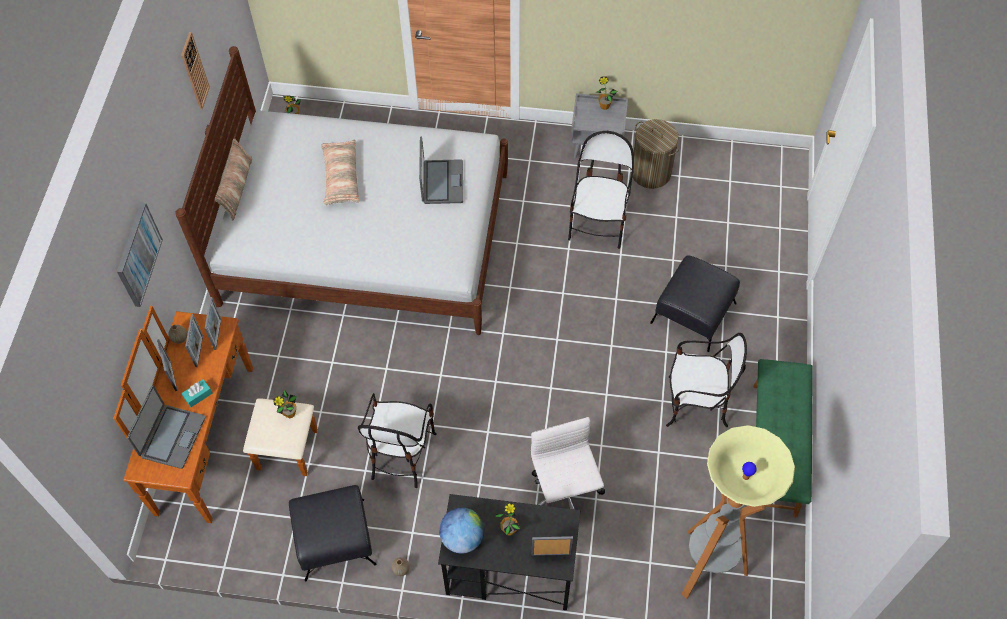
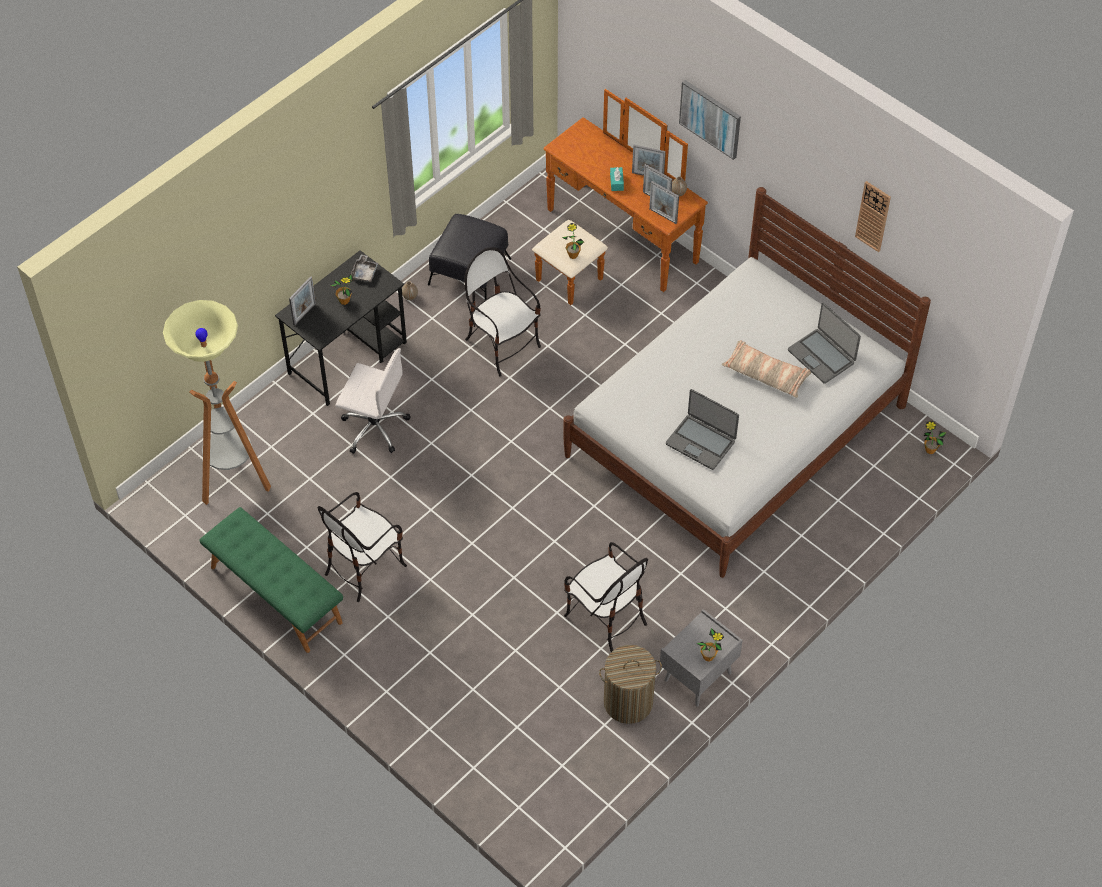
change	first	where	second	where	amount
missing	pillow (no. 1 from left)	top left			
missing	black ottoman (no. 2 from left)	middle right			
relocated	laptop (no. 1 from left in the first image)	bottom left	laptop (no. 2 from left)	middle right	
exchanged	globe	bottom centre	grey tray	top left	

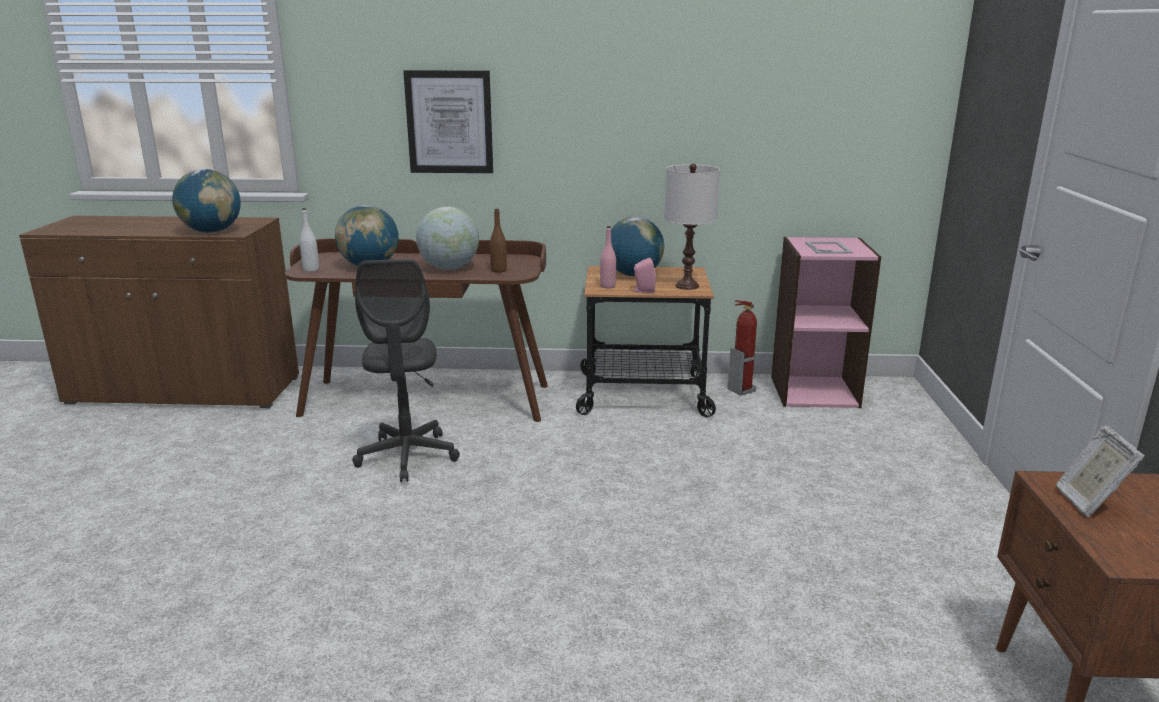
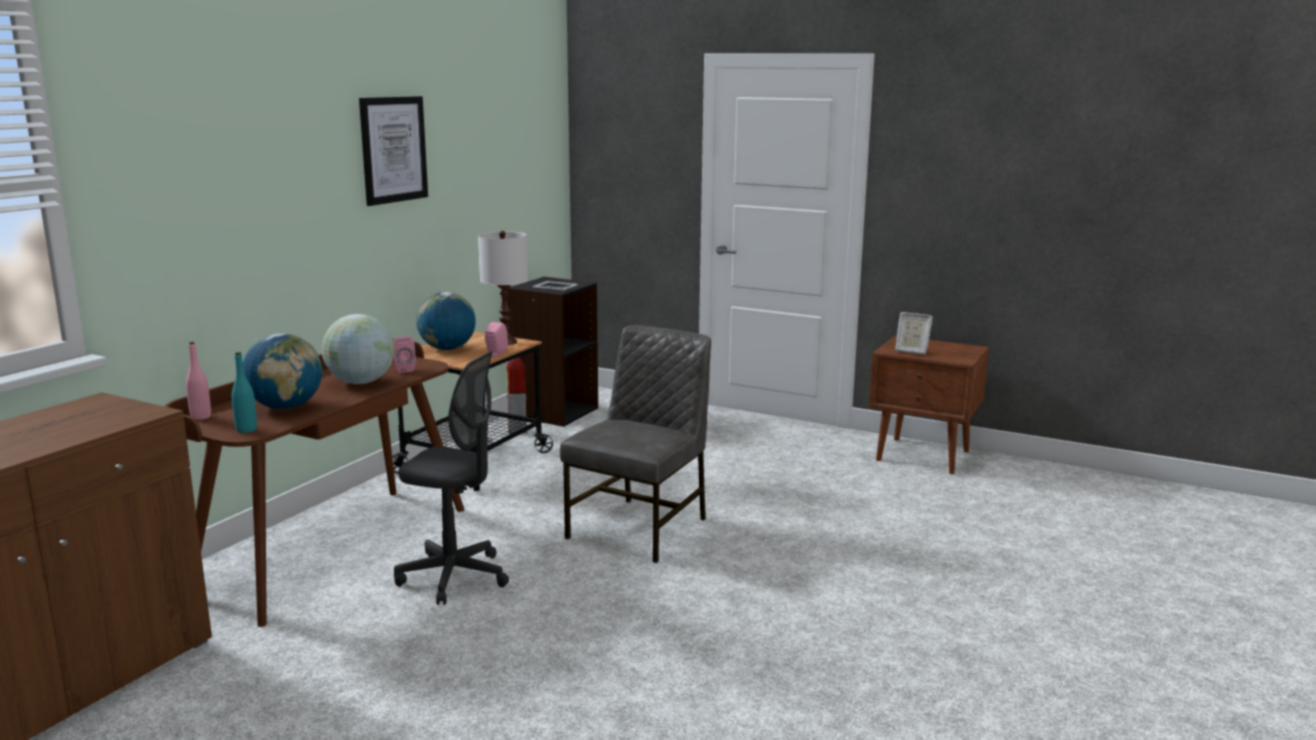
change	first	where	second	where	amount
relocated	picture	top centre		top left	
missing	globe (no. 1 from left)	top left			
colour	white bottle	middle left	turquoise bottle	middle left	
exchanged	brown bottle	centre	pink speaker (no. 1 from left)	middle left	
relocated	pink bottle	centre		middle left	
colour	pink bookcase	middle right	black bookcase	centre	
appeared			grey chair	centre	

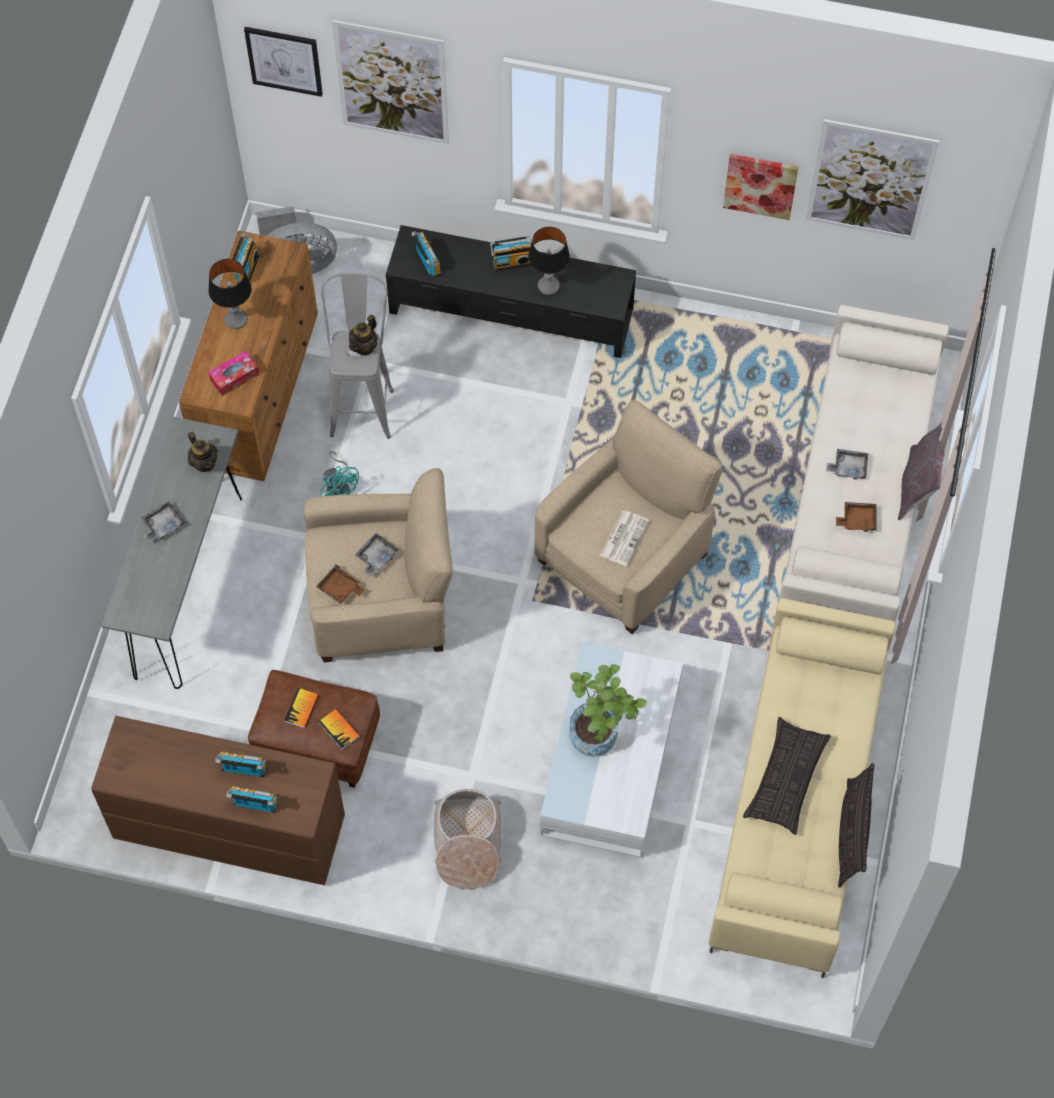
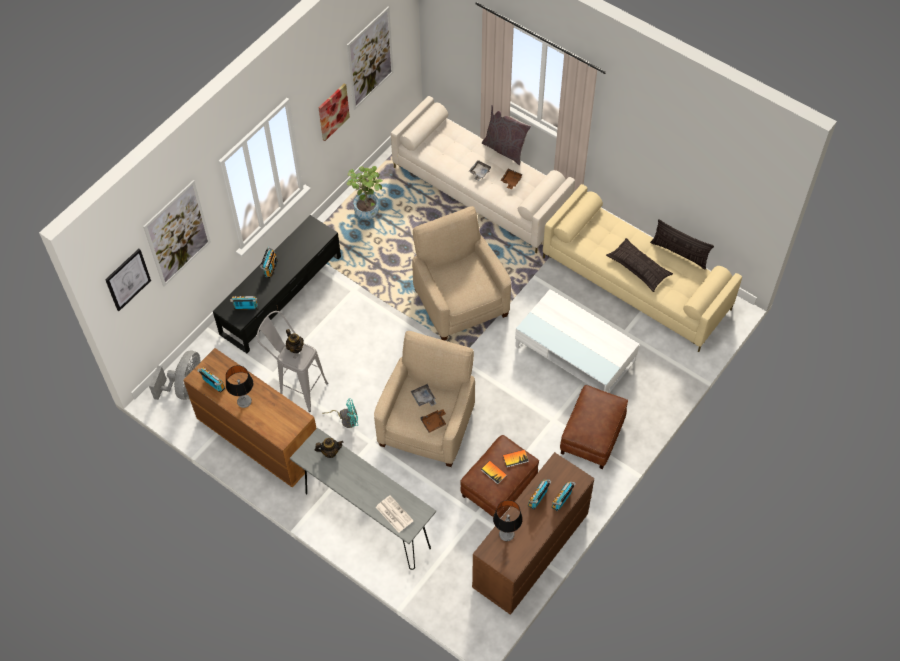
change	first	where	second	where	amount
relocated	table lamp (no. 2 from left)	top centre		bottom centre	
missing	tissue box	middle left			
missing	grey tray (no. 1 from left)	middle left			
relocated	newspaper	centre		bottom centre	
relocated	potted plant	centre		top centre	
exchanged	basket	bottom centre	brown ottoman (no. 2 from left)	centre	

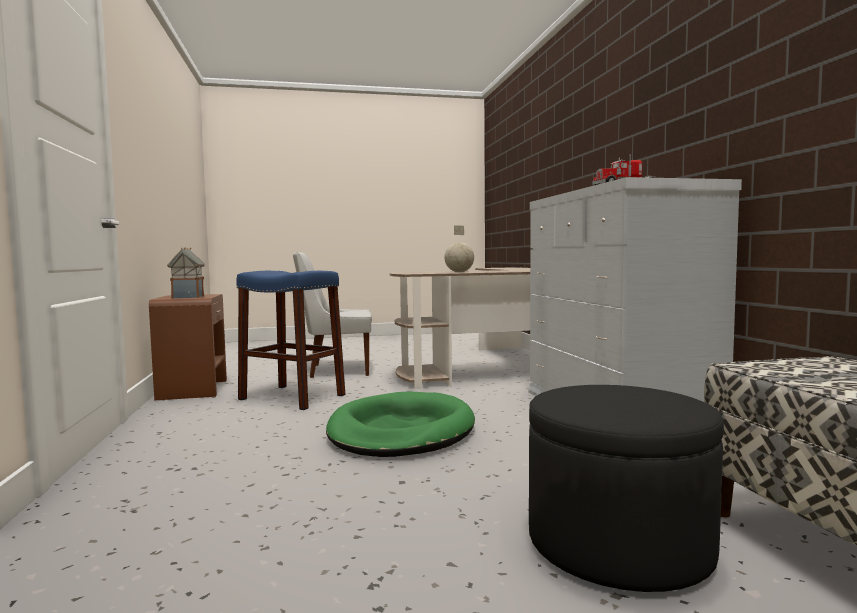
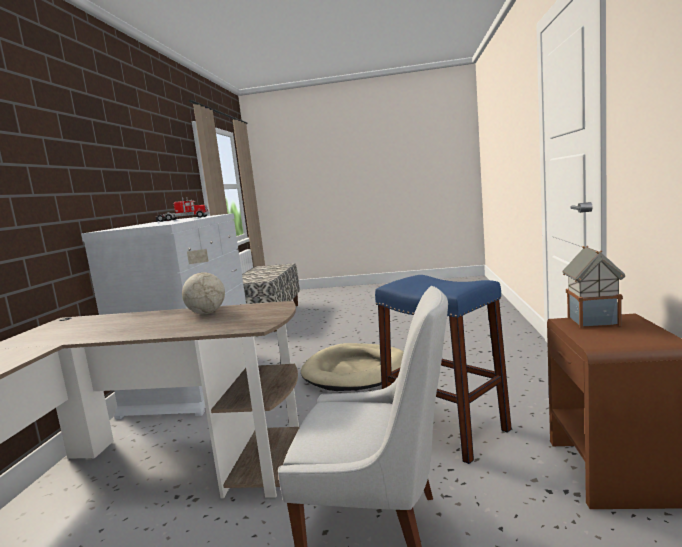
change	first	where	second	where	amount
missing	black ottoman	bottom right			
colour	green dog bed	bottom centre	beige dog bed	bottom centre	

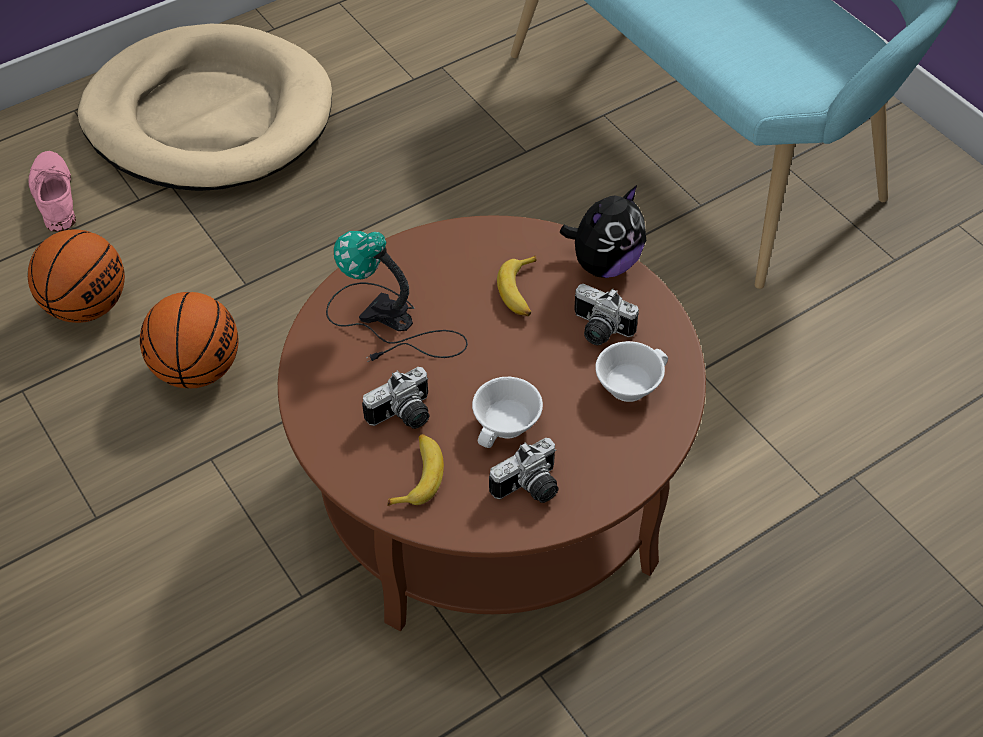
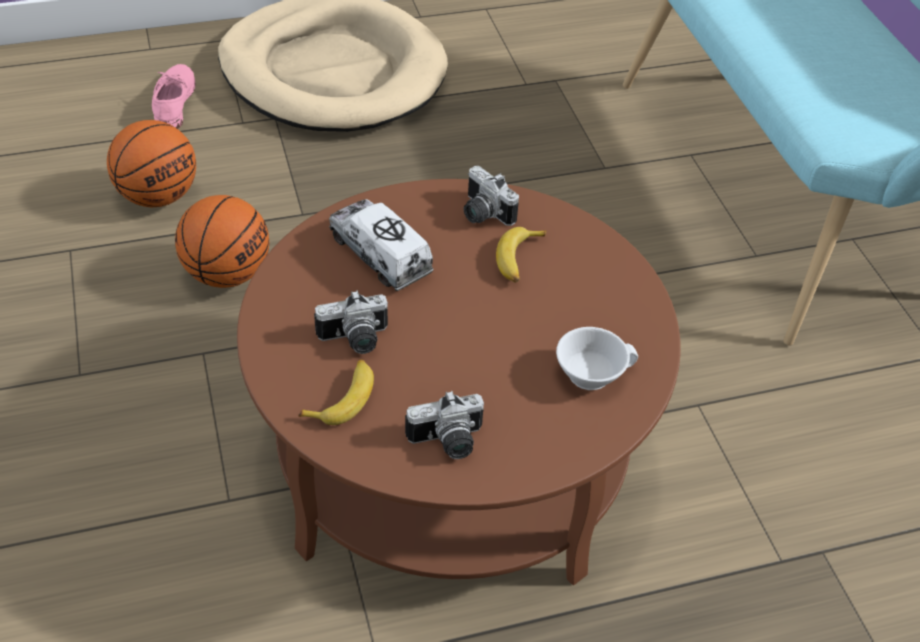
change	first	where	second	where	amount
missing	plush toy	top centre			
exchanged	table lamp	centre	toy truck	centre	
relocated	photo camera (no. 3 from left)	centre		top centre	
missing	white cup (no. 1 from left)	centre			

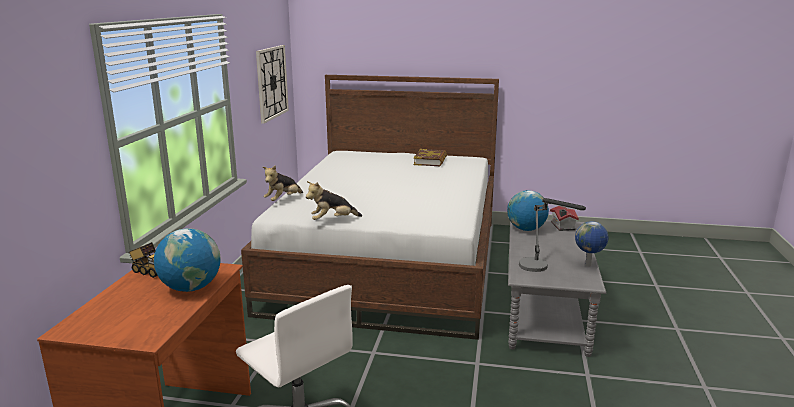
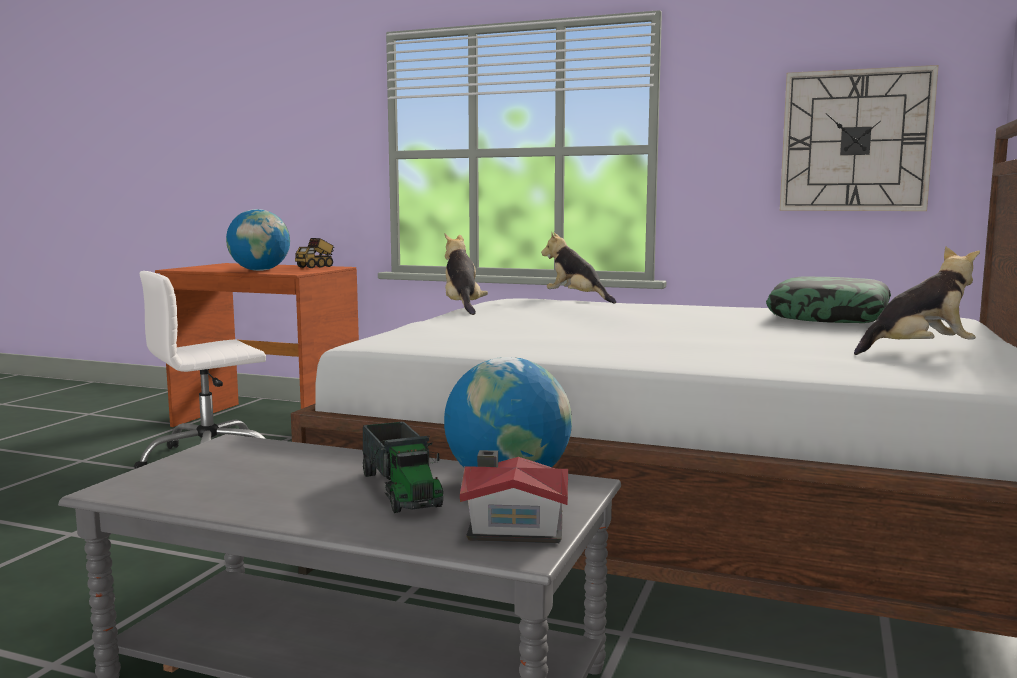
change	first	where	second	where	amount
exchanged	book	centre	plush toy (no. 3 from left)	middle right	
missing	table lamp	middle right			
missing	globe (no. 3 from left)	middle right			
appeared			pillow	middle right	
appeared			toy truck (no. 2 from left)	bottom centre	

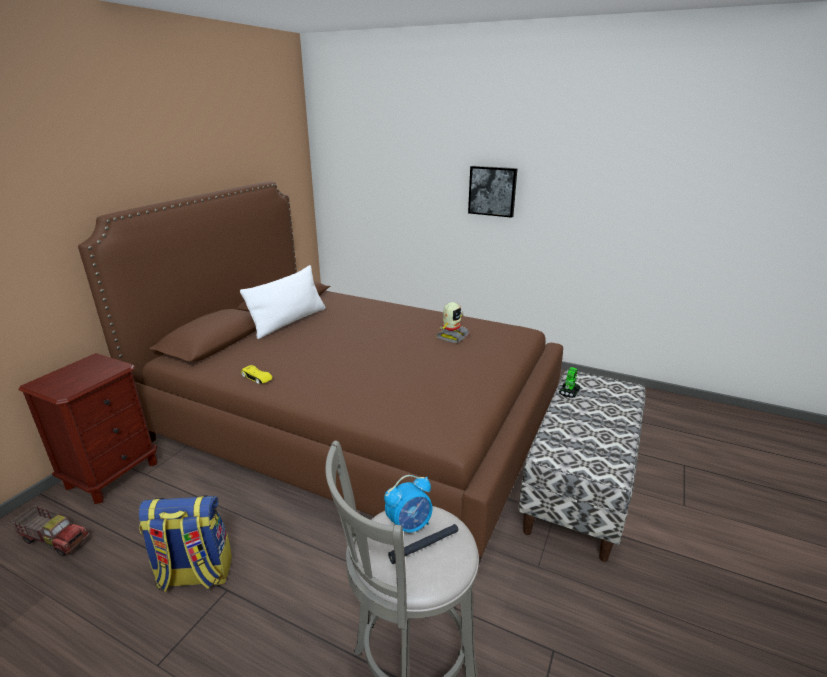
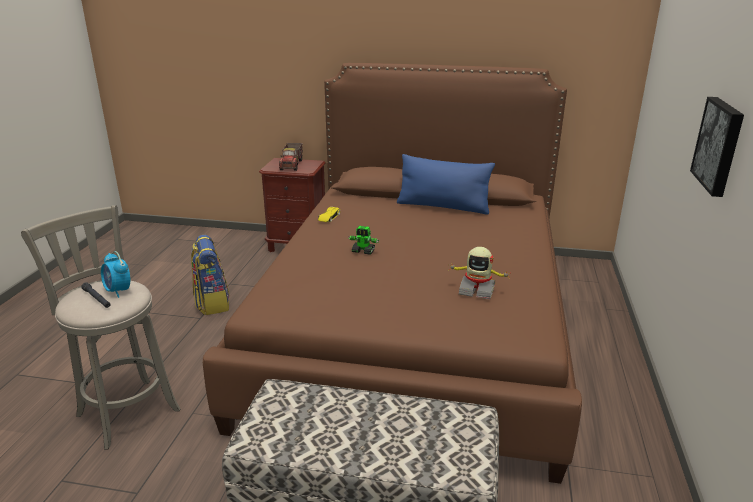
change	first	where	second	where	amount
colour	white pillow	centre	blue pillow	centre	
relocated	toy robot (no. 2 from left in the first image)	middle right	toy robot (no. 1 from left)	centre	
relocated	toy truck	bottom left		top centre	

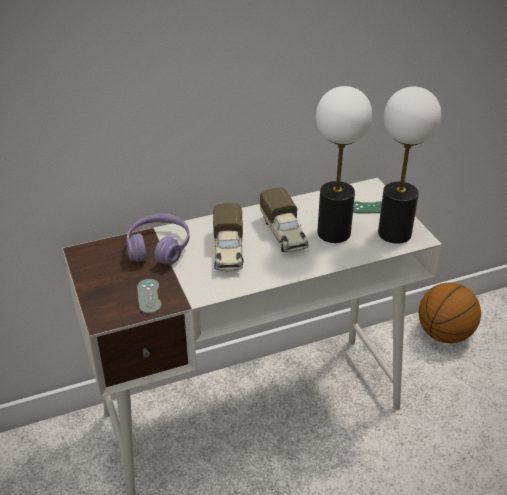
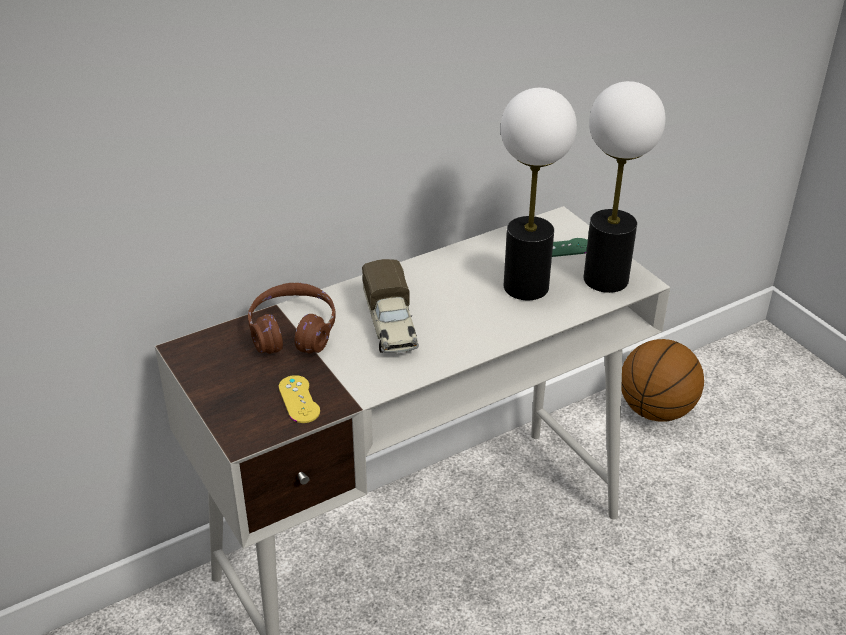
change	first	where	second	where	amount
missing	toy truck (no. 2 from left)	centre			
colour	purple headphones	middle left	brown headphones	centre	
colour	grey game controller	middle left	yellow game controller	centre	

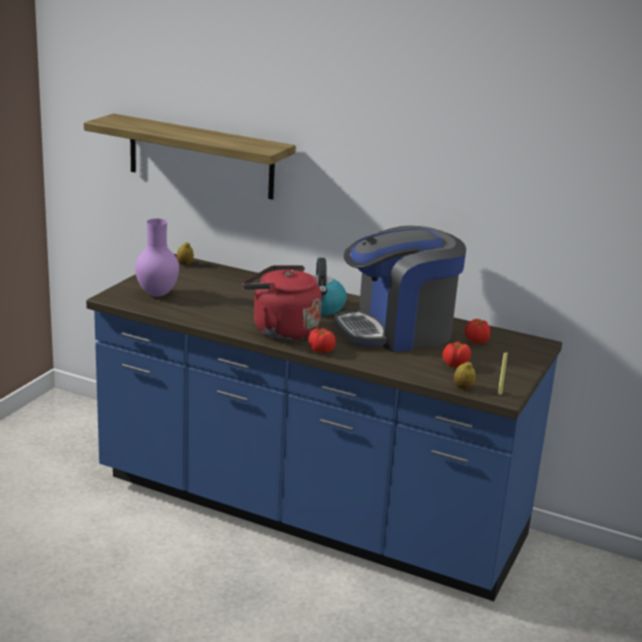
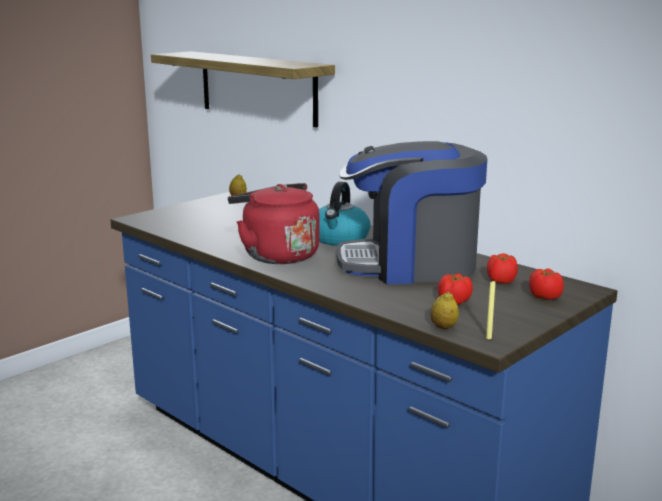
change	first	where	second	where	amount
missing	purple vase	middle left			
relocated	tomato (no. 1 from left in the first image)	centre	tomato (no. 3 from left)	middle right	

